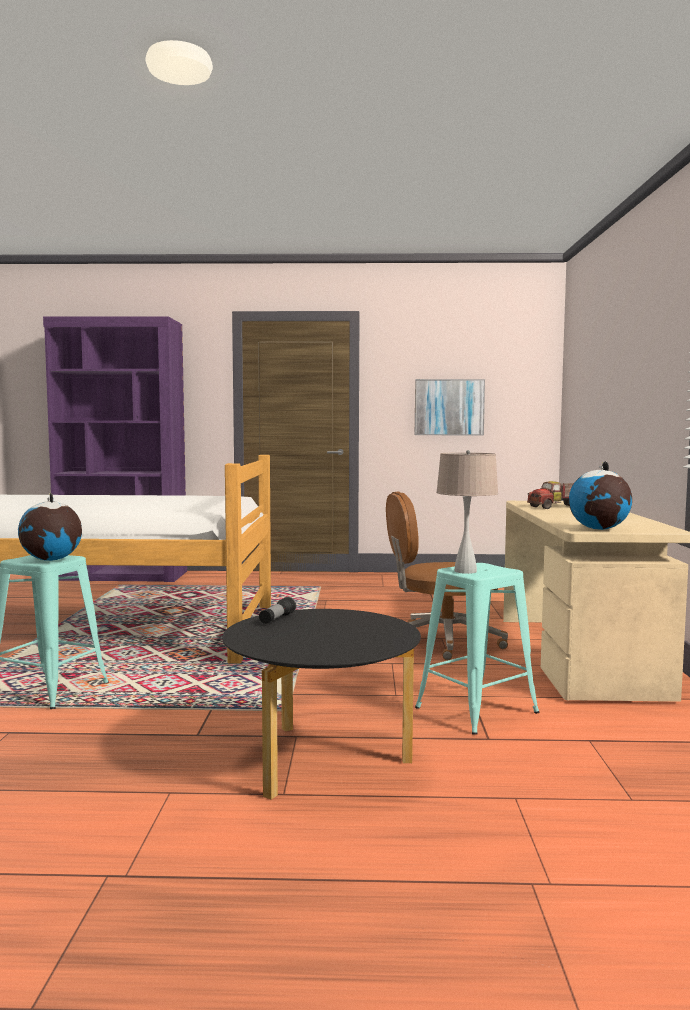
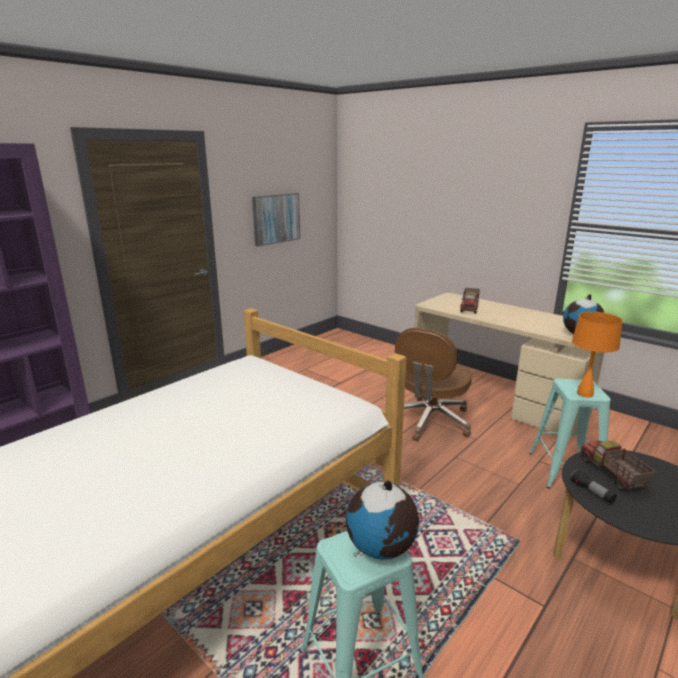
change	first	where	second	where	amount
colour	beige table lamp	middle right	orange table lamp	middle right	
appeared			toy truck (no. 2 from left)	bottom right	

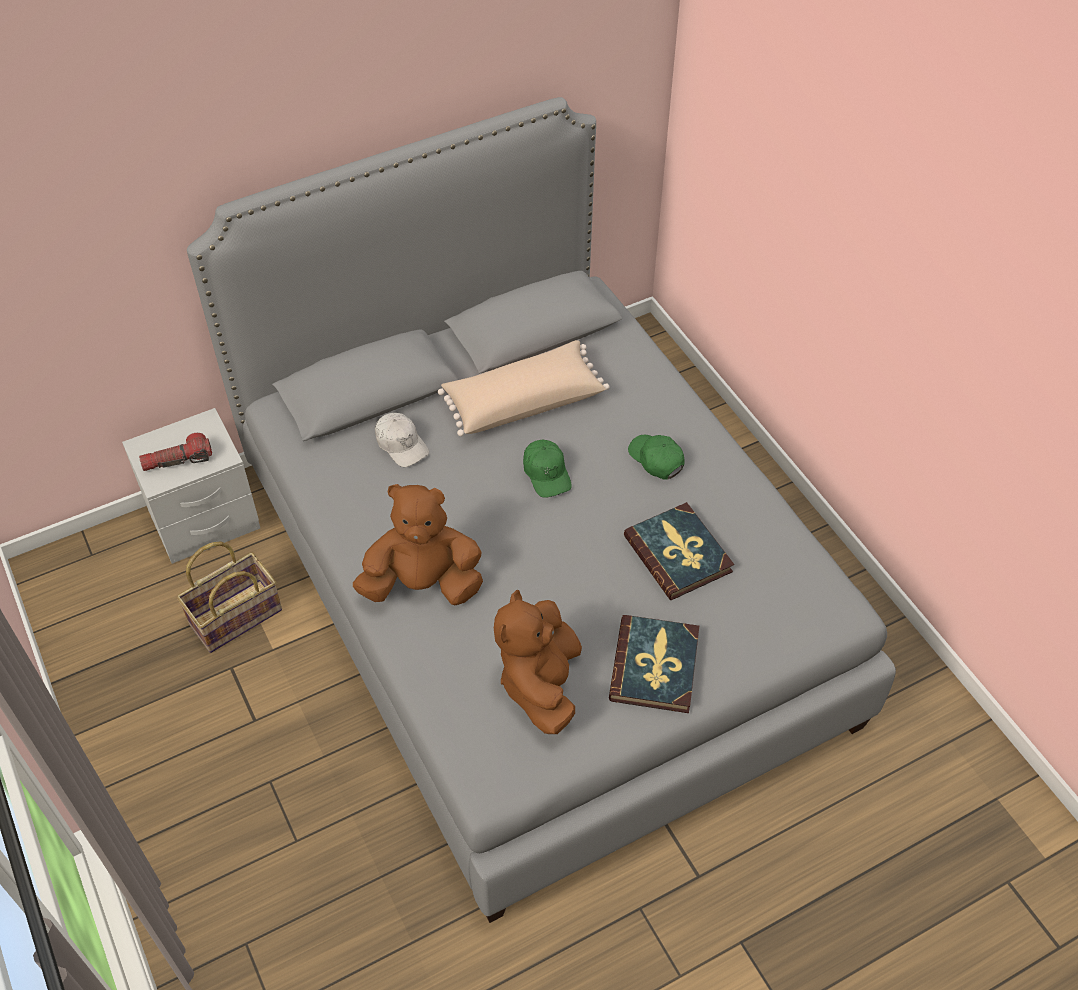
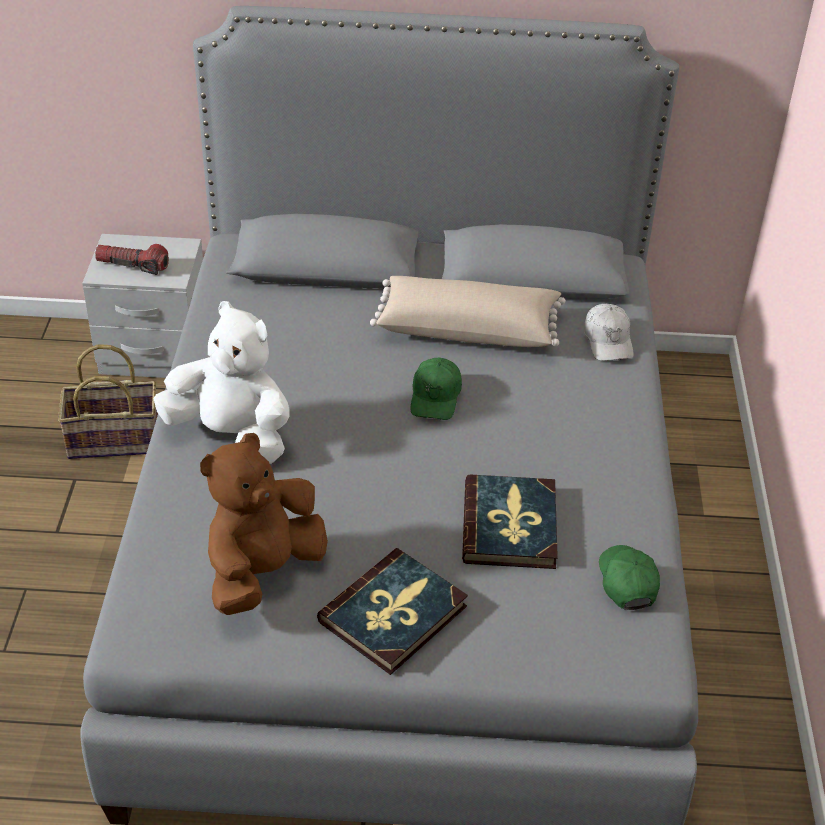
change	first	where	second	where	amount
relocated	white cap	centre		middle right	
relocated	green cap (no. 2 from left)	centre		bottom right	
colour	brown plush toy (no. 1 from left)	centre	white plush toy	middle left	

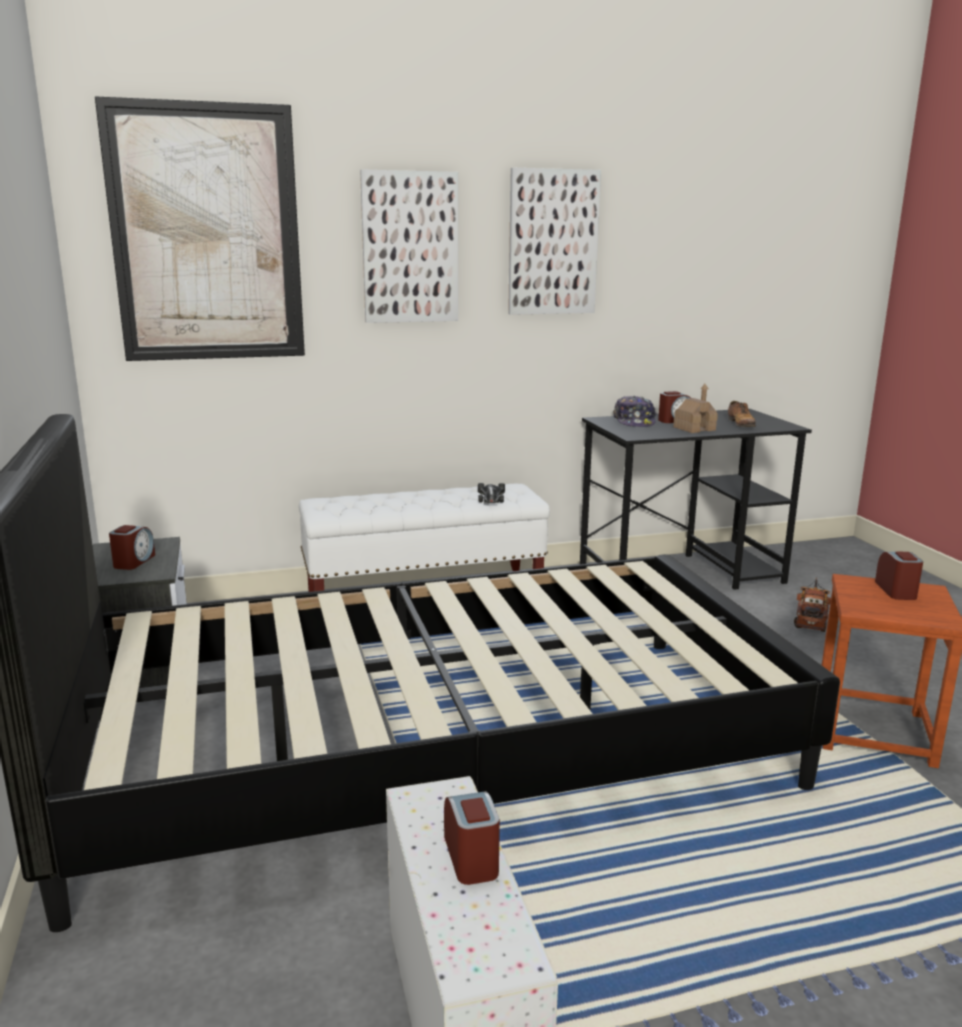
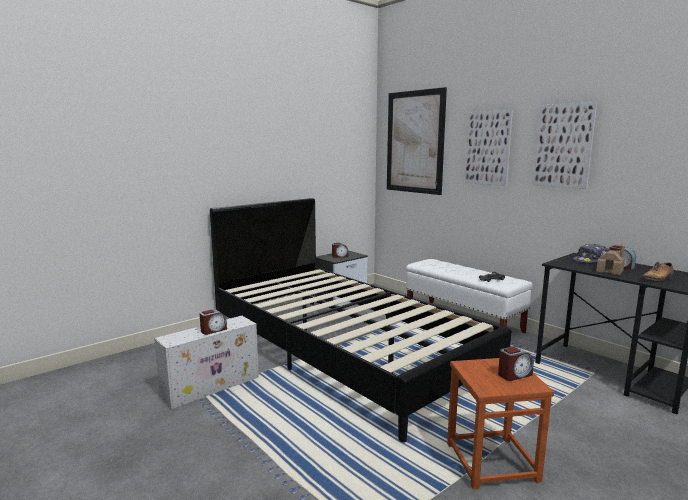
change	first	where	second	where	amount
missing	toy truck	middle right			

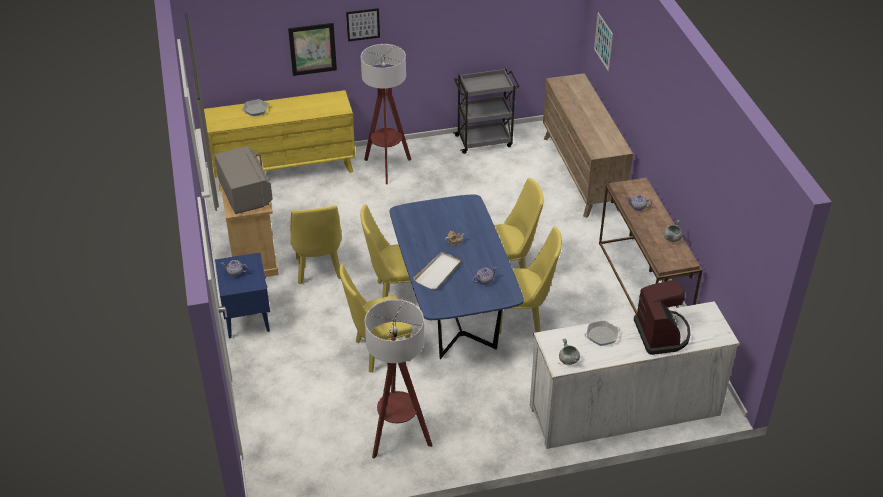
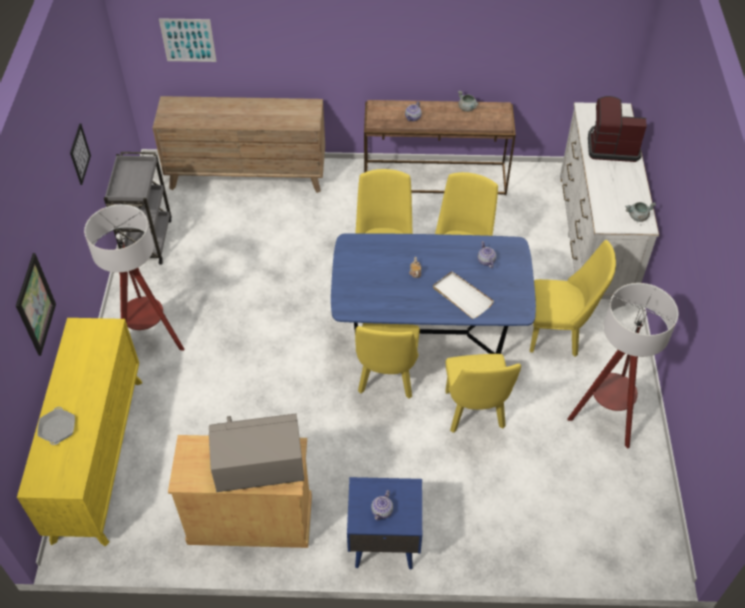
change	first	where	second	where	amount
relocated	picture (no. 2 from left)	top centre		top left	
relocated	yellow chair (no. 1 from left in the first image)	centre	yellow chair (no. 5 from left)	middle right	
missing	frying pan (no. 2 from left)	bottom right			

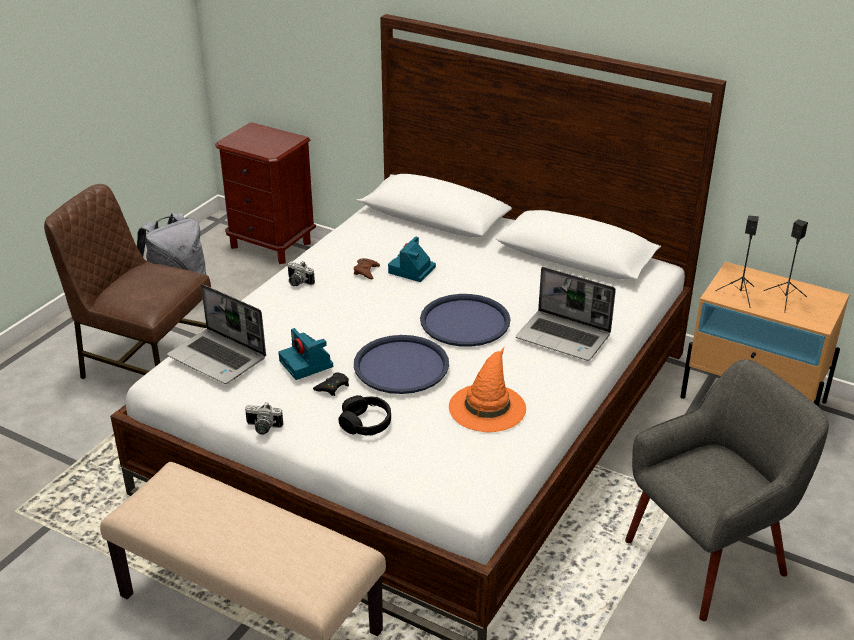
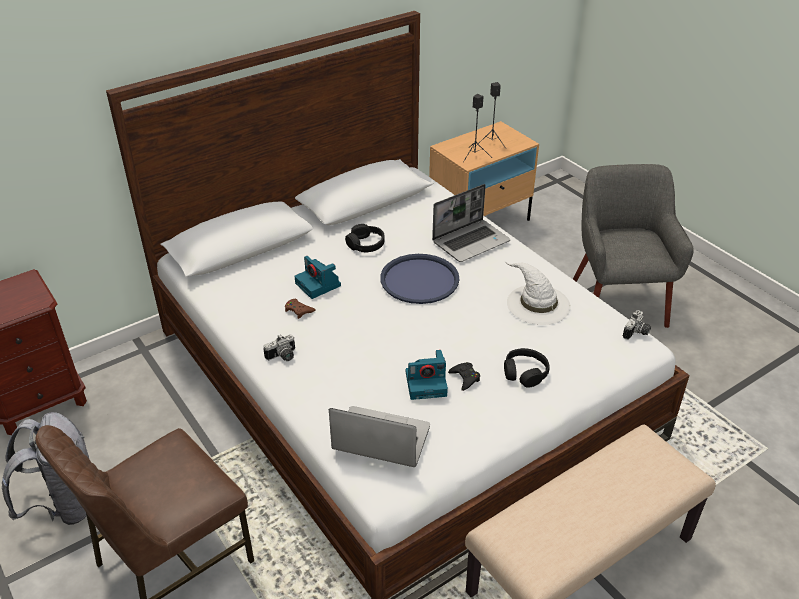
change	first	where	second	where	amount
spun	laptop (no. 1 from left)	middle left		bottom centre	135 degrees counterclockwise
missing	blue tray (no. 1 from left)	centre			
colour	orange hat	centre	white hat	middle right	
relocated	photo camera (no. 1 from left in the first image)	middle left	photo camera (no. 4 from left)	middle right	
appeared			black headphones (no. 1 from left)	centre	

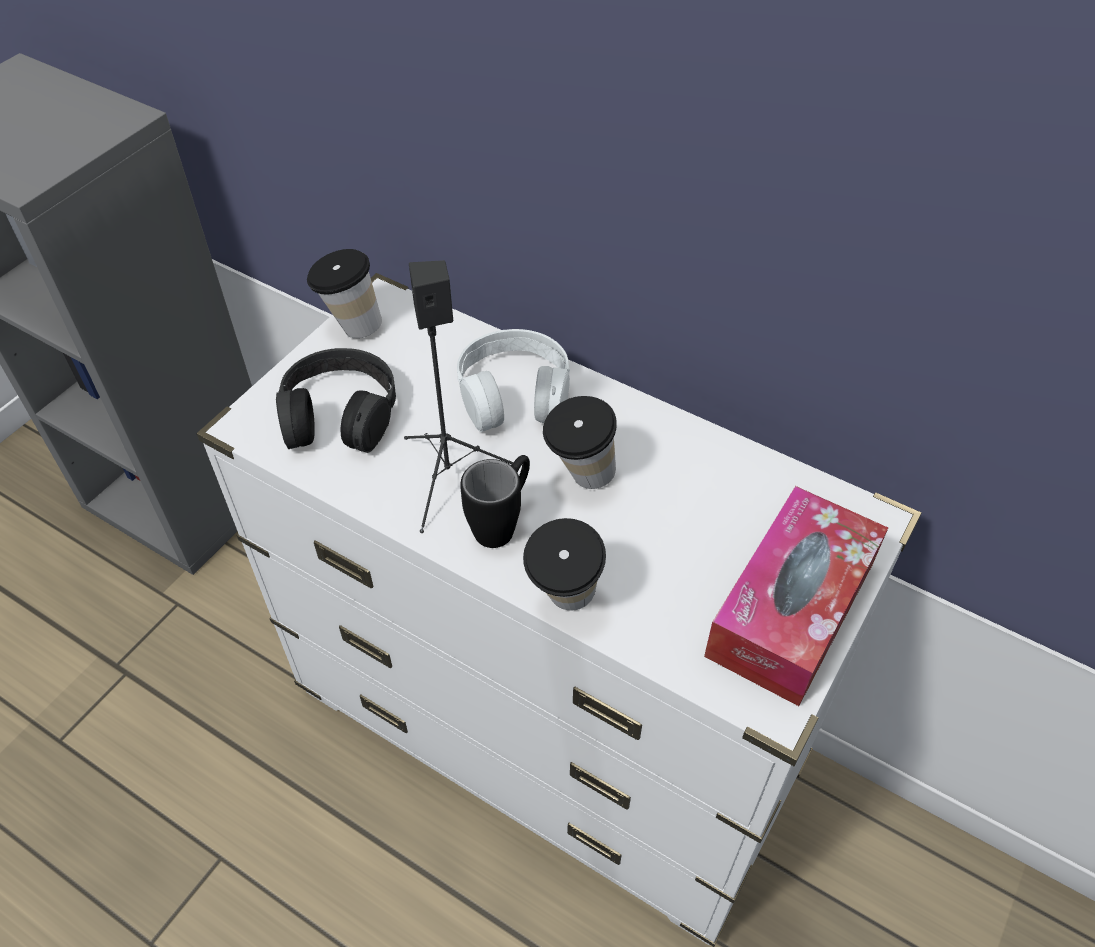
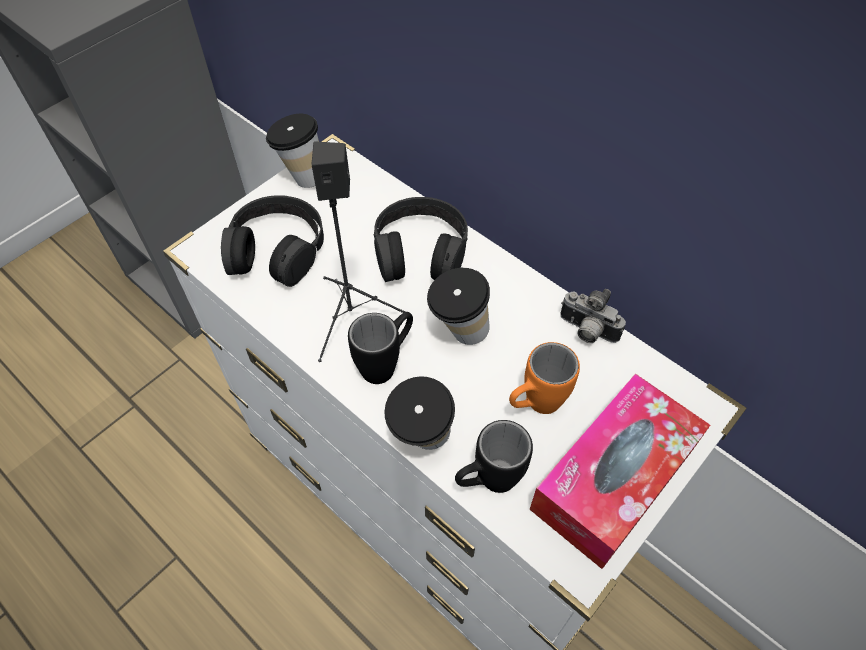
change	first	where	second	where	amount
colour	white headphones	centre	black headphones (no. 2 from left)	centre	
appeared			photo camera	middle right	
appeared			orange mug	centre	
appeared			black mug (no. 2 from left)	bottom centre	

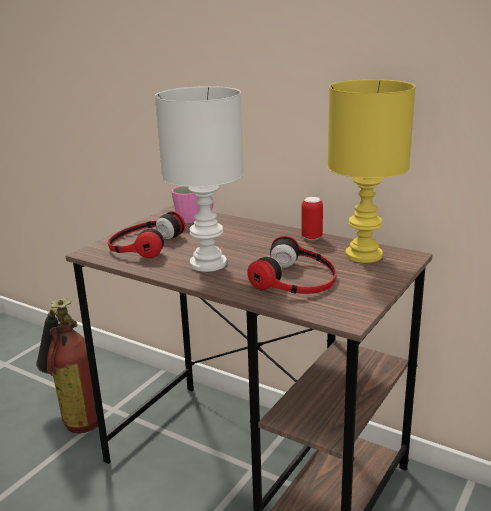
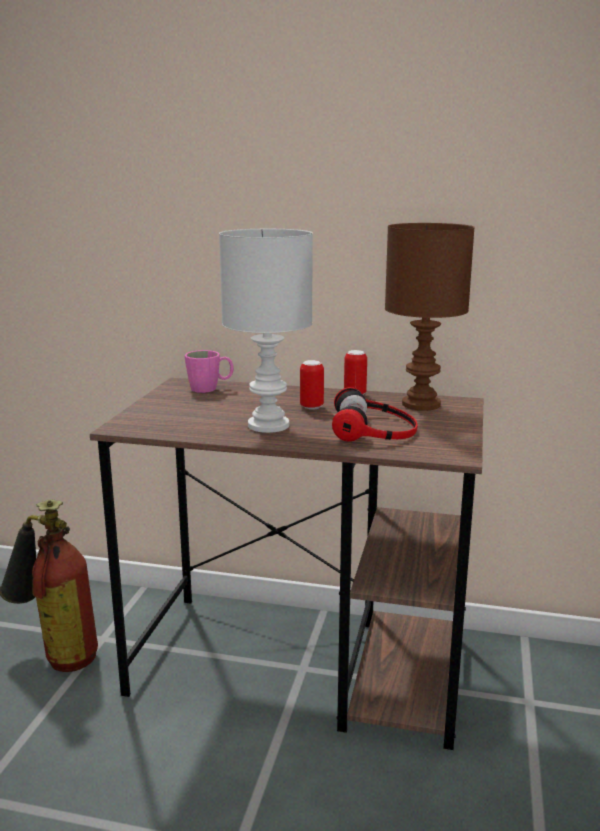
change	first	where	second	where	amount
colour	yellow table lamp	middle right	brown table lamp	middle right	
missing	headphones (no. 1 from left)	middle left			
appeared			can (no. 1 from left)	centre	

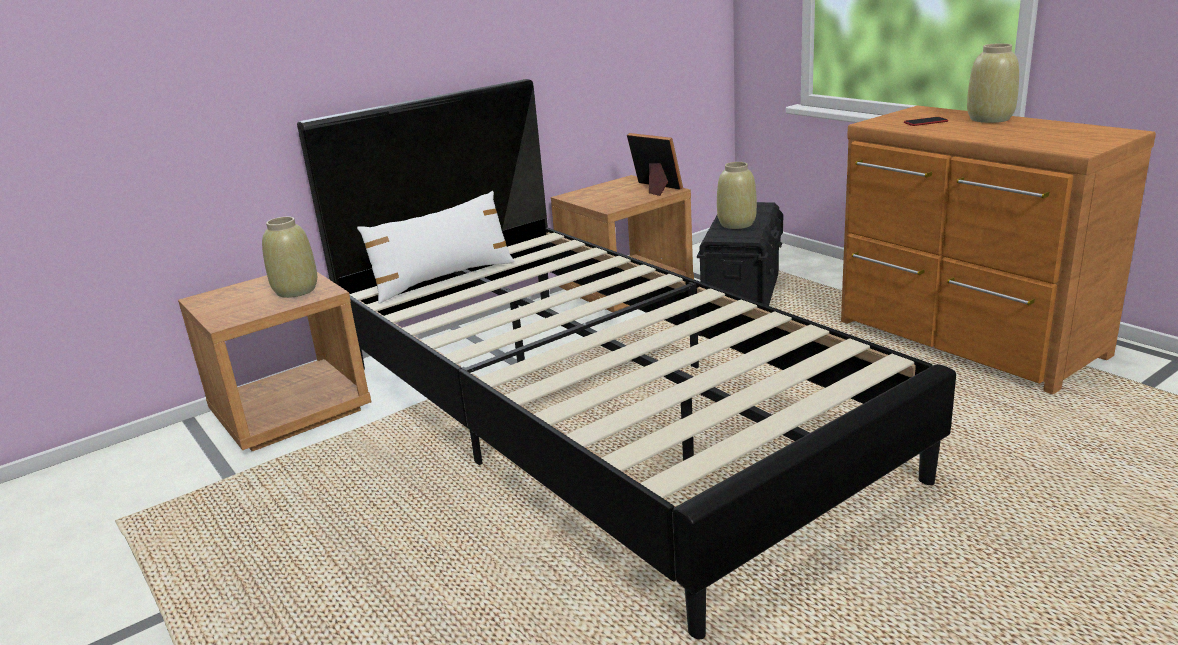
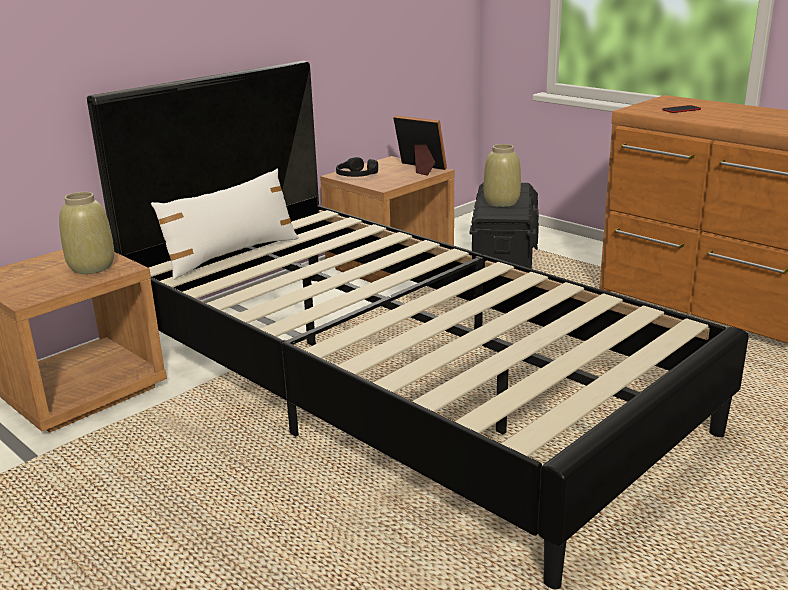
change	first	where	second	where	amount
missing	beige vase (no. 3 from left)	top right			
appeared			black headphones	top centre	

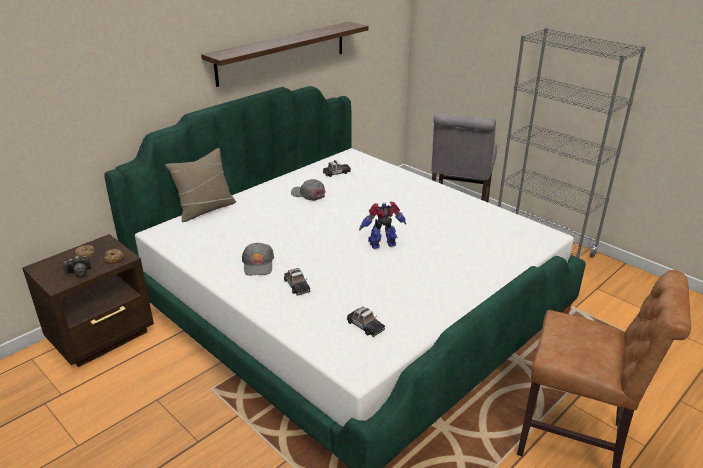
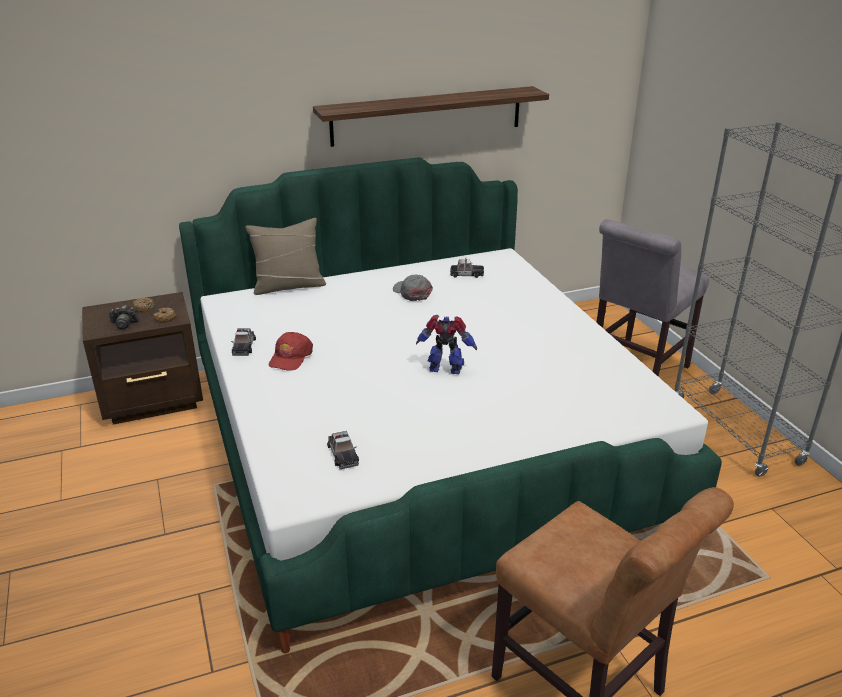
change	first	where	second	where	amount
colour	grey cap (no. 1 from left)	centre	red cap	centre	
relocated	toy car (no. 1 from left)	centre		middle left	

